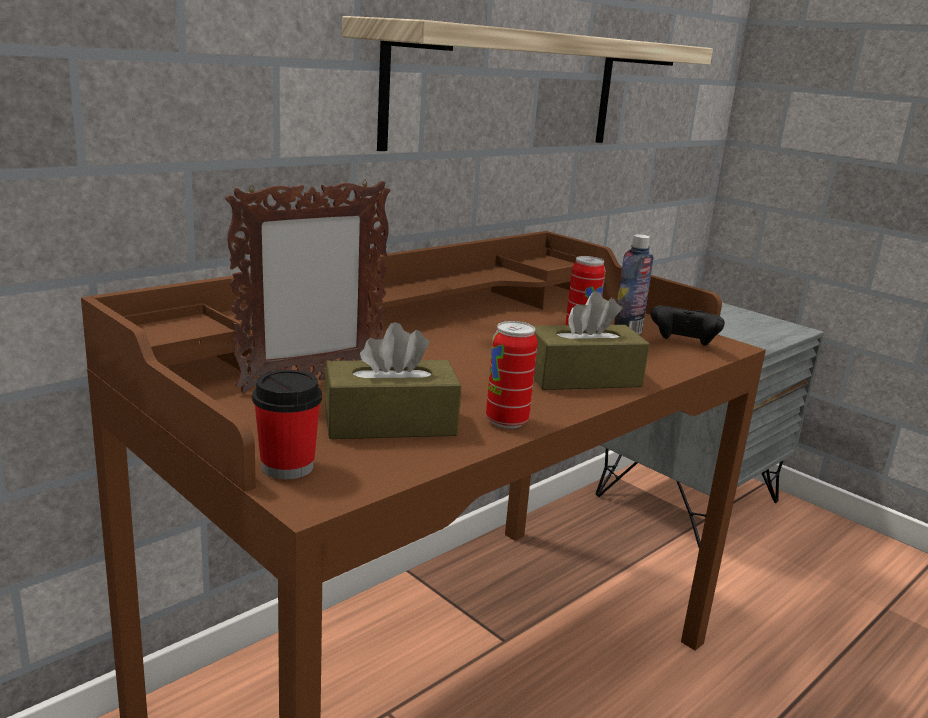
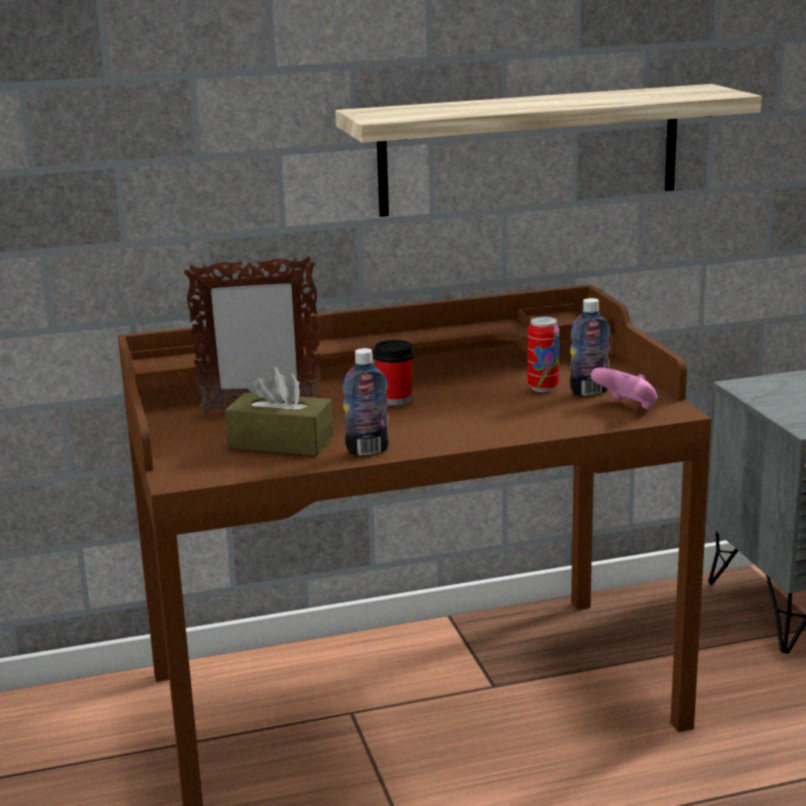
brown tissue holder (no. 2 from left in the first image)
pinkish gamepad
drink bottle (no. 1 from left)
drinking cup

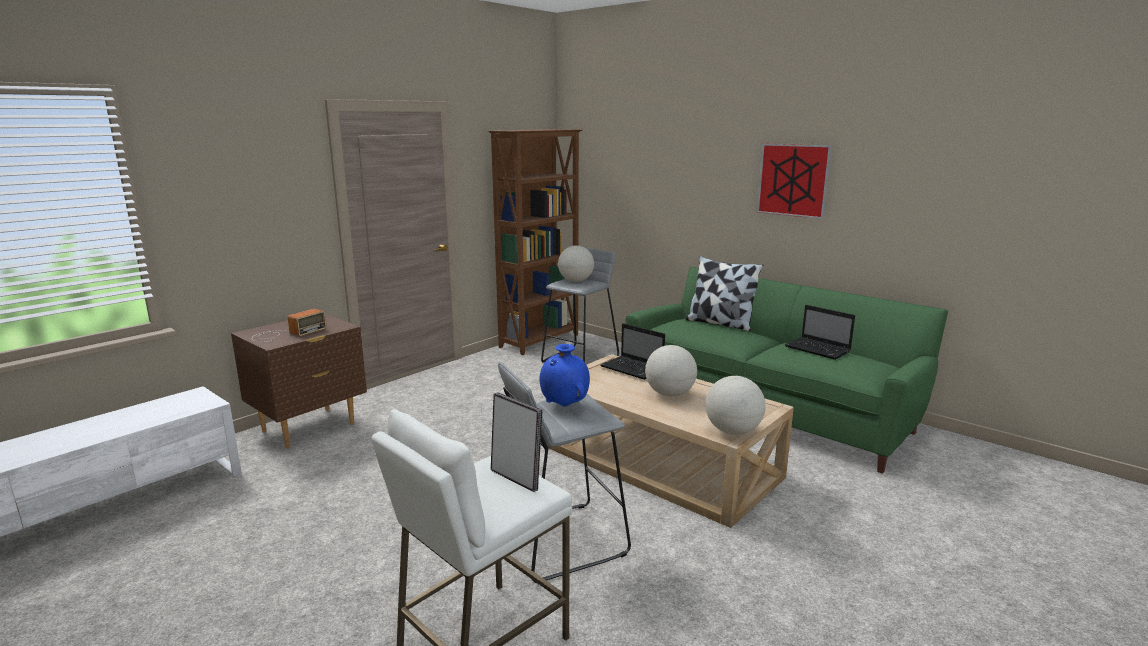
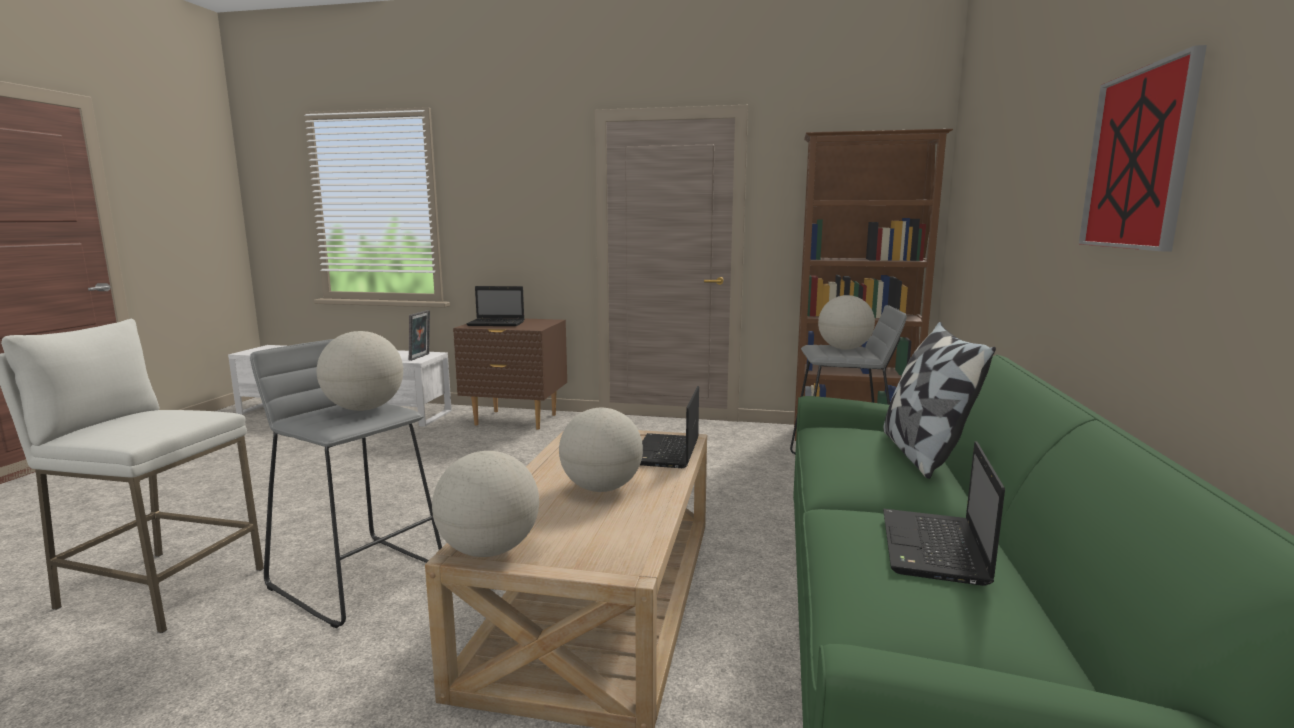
laptop (no. 1 from left)
desk globe (no. 1 from left)
photo frame

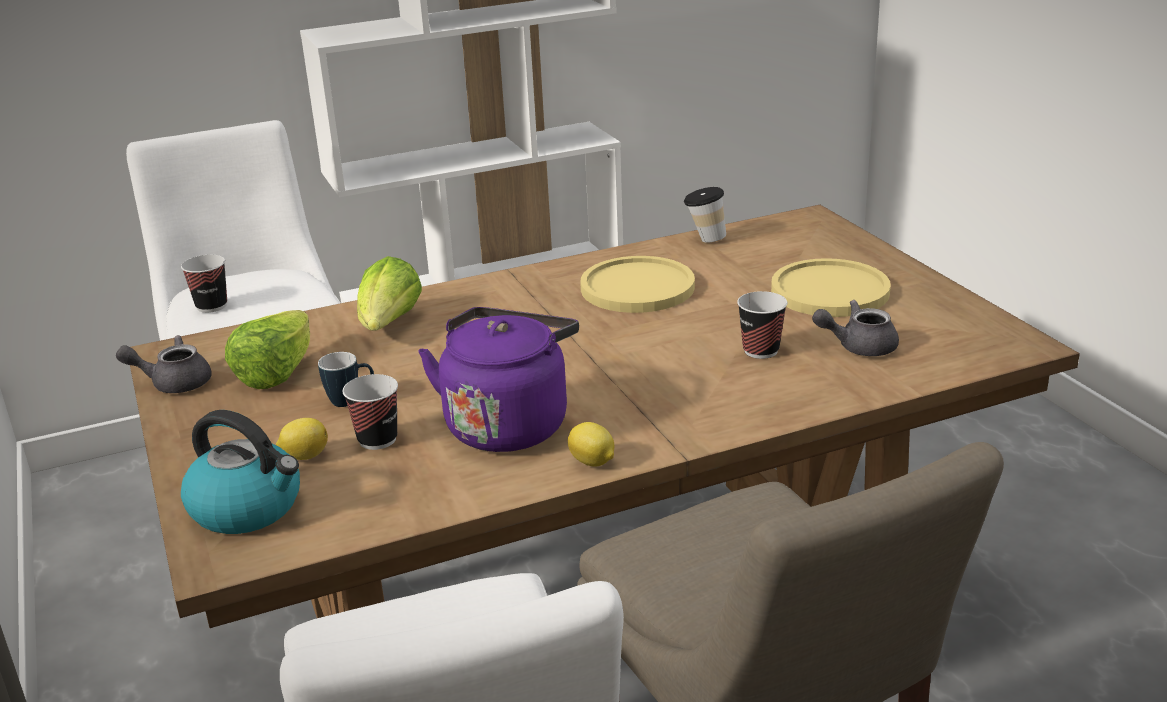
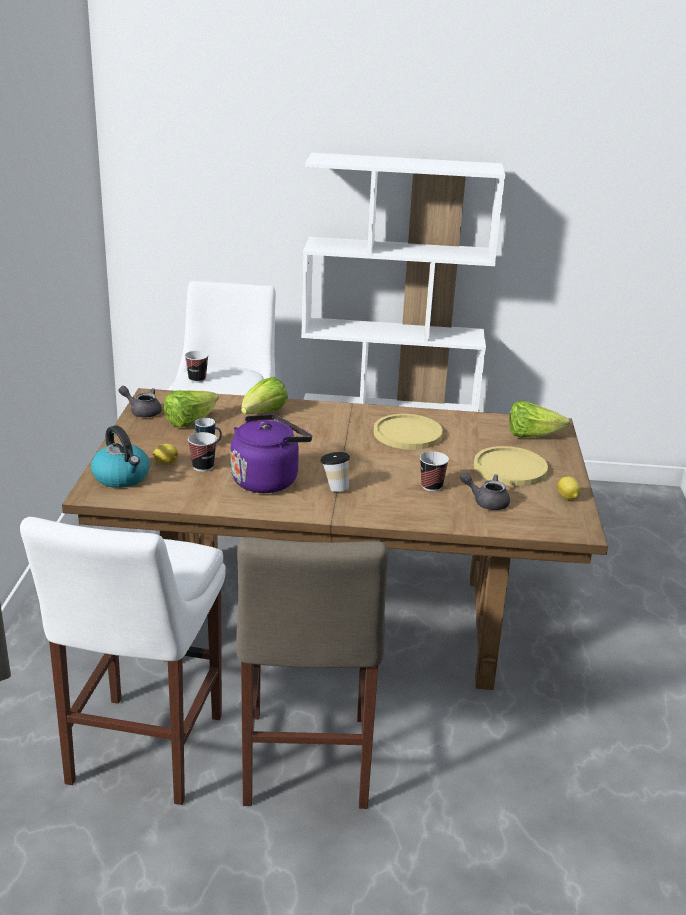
drinking cup (no. 3 from left)
lemon (no. 2 from left)
head of lettuce (no. 3 from left)

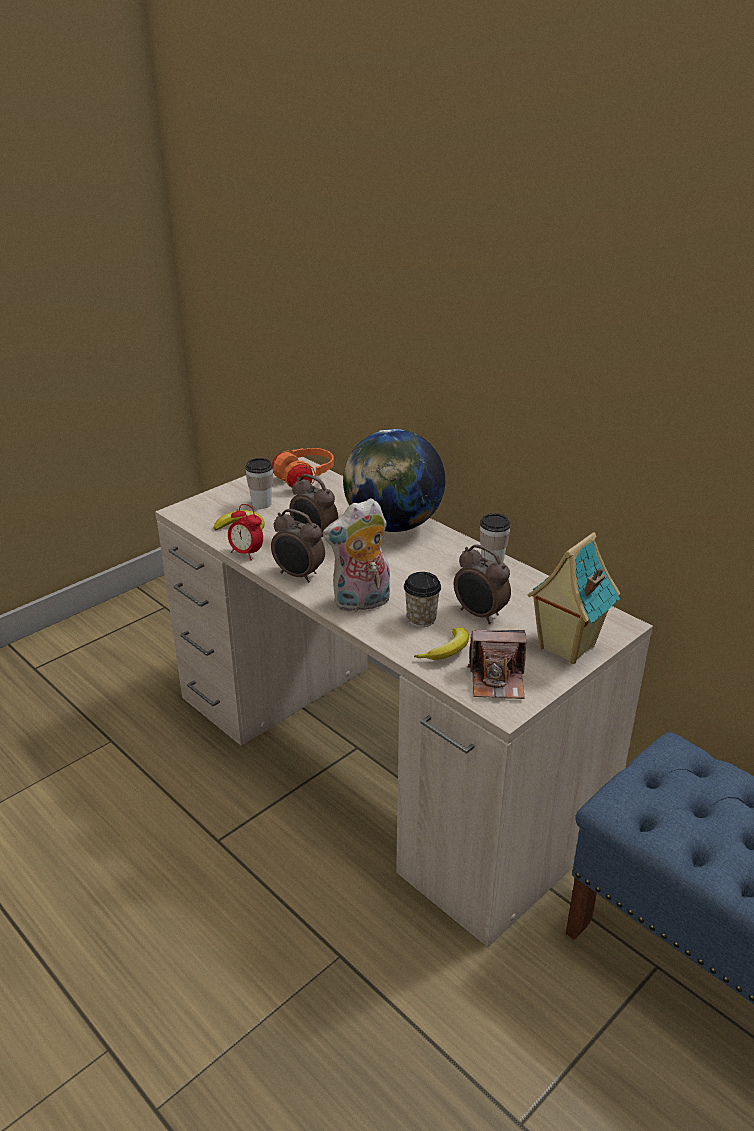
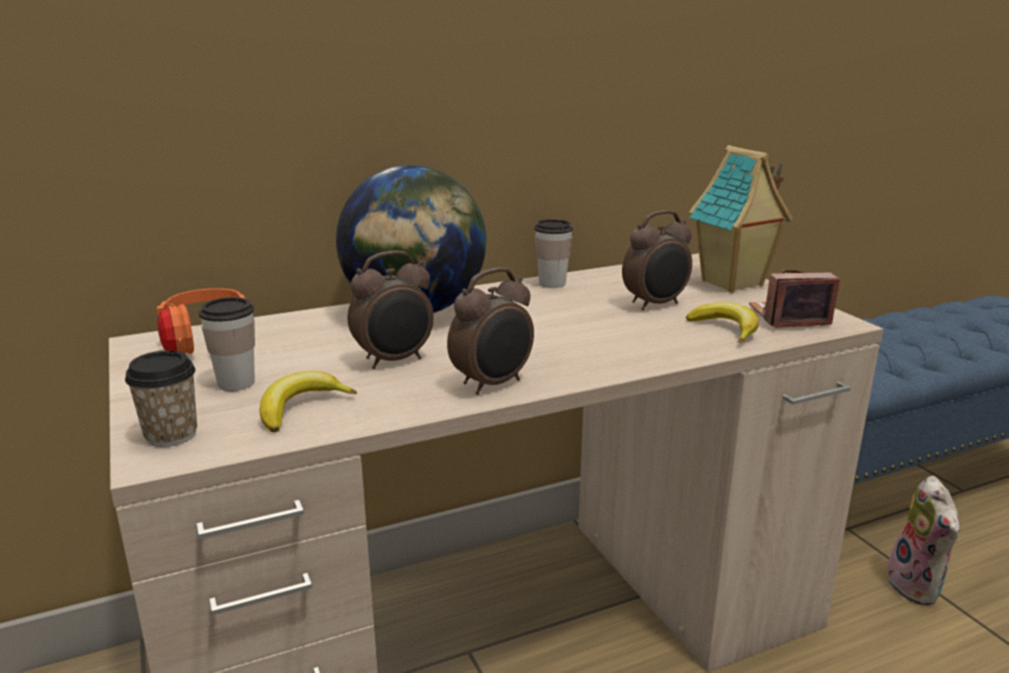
soft toy
table clock (no. 1 from left in the first image)
drinking cup (no. 1 from left)
photo camera

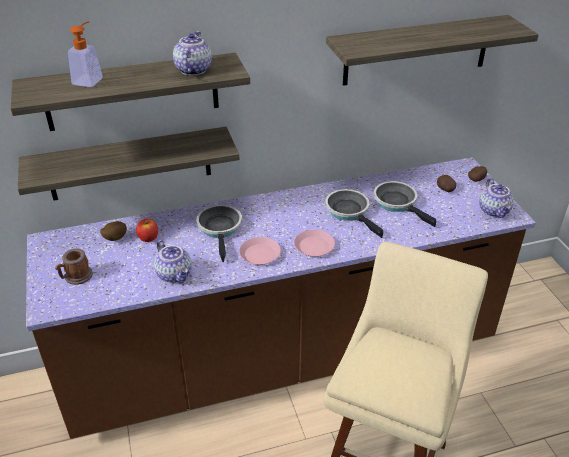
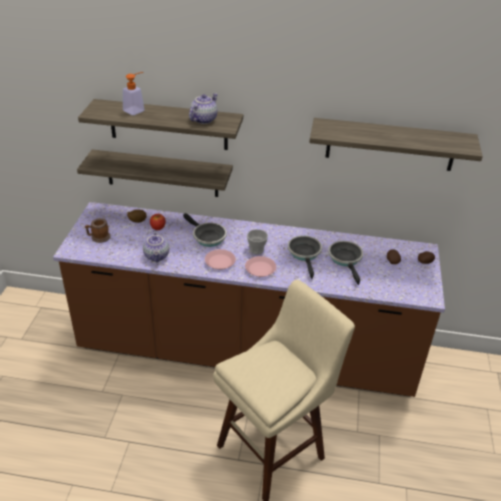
teapot (no. 3 from left in the first image)
frying pan (no. 1 from left)
drinking cup

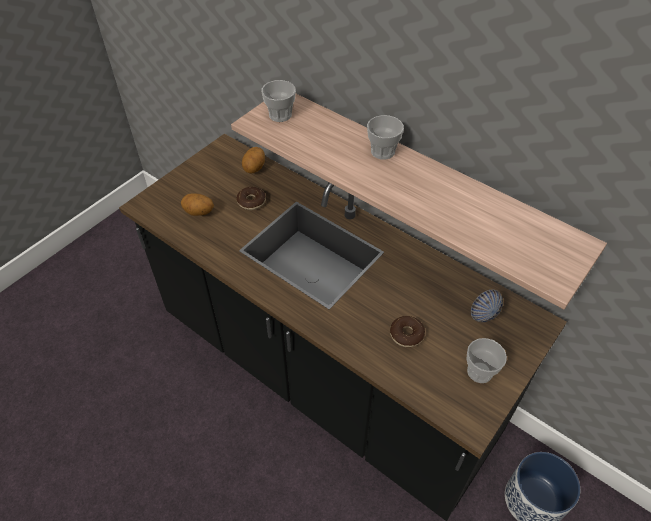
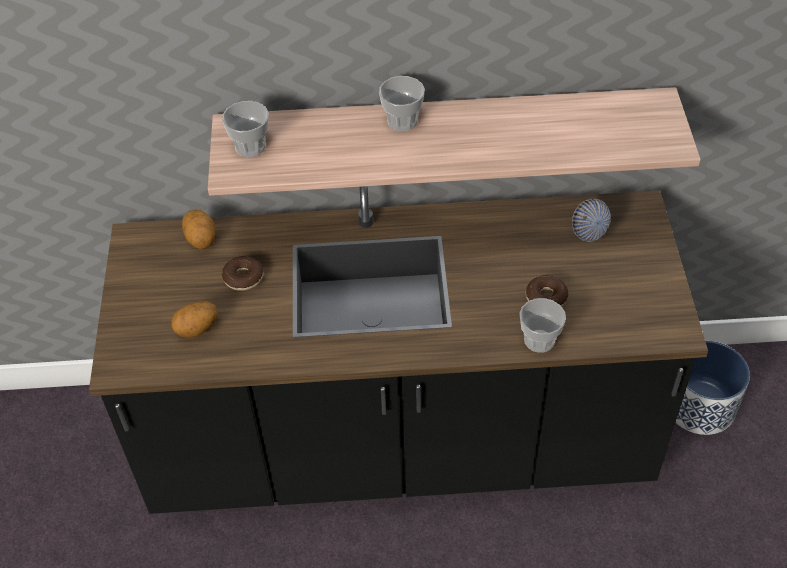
drinking cup (no. 3 from left)

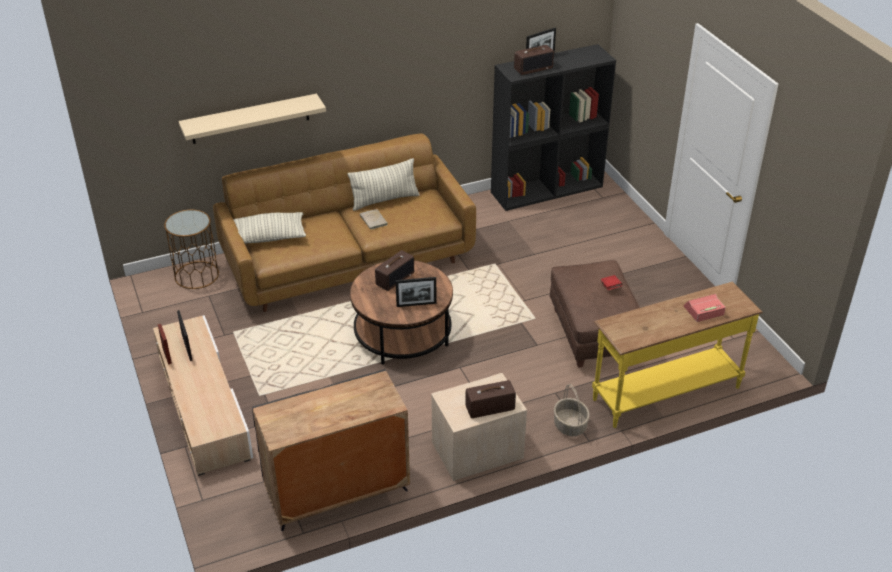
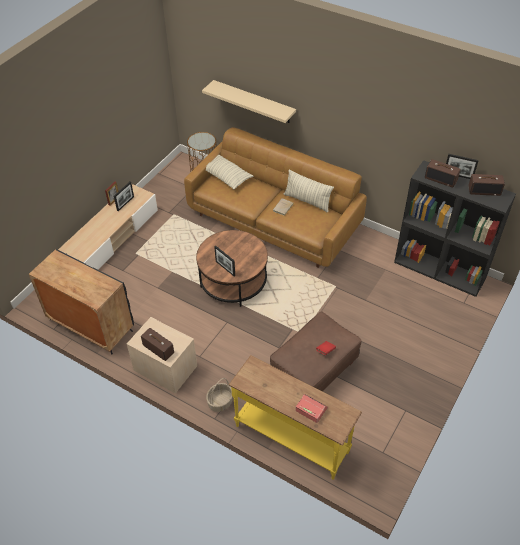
radio (no. 3 from left)

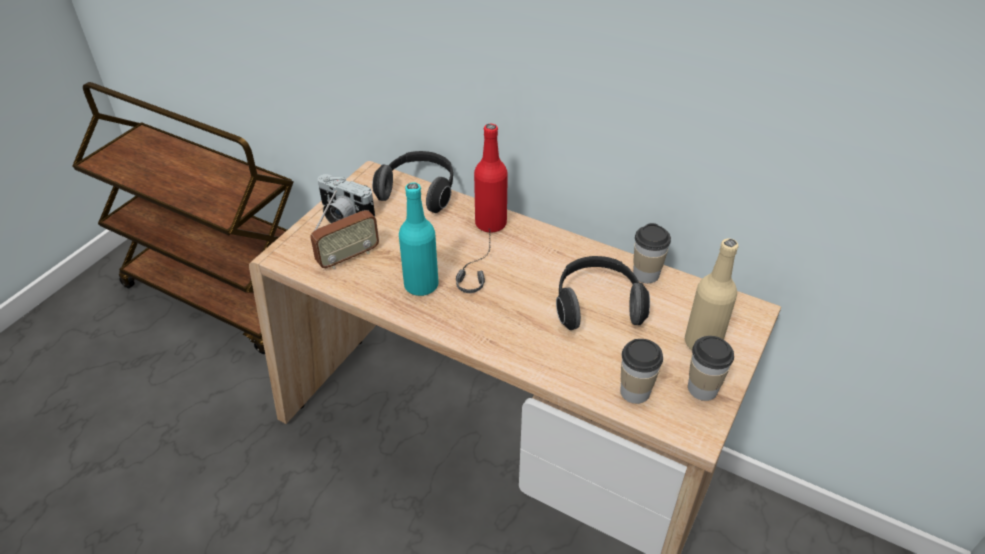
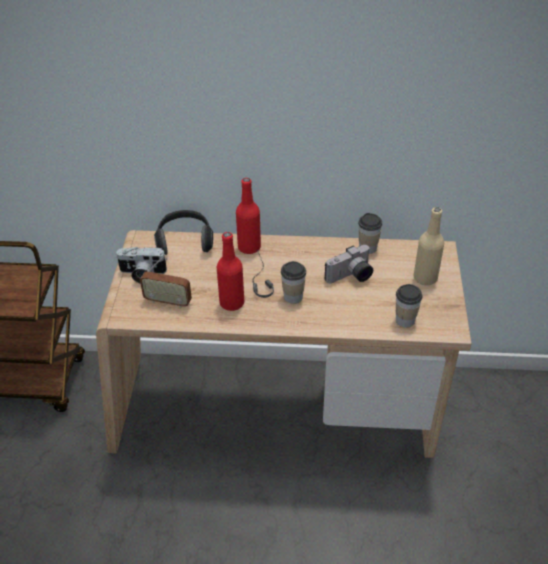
reddish drink bottle (no. 1 from left)
radio
photo camera (no. 2 from left)
drinking cup (no. 1 from left)

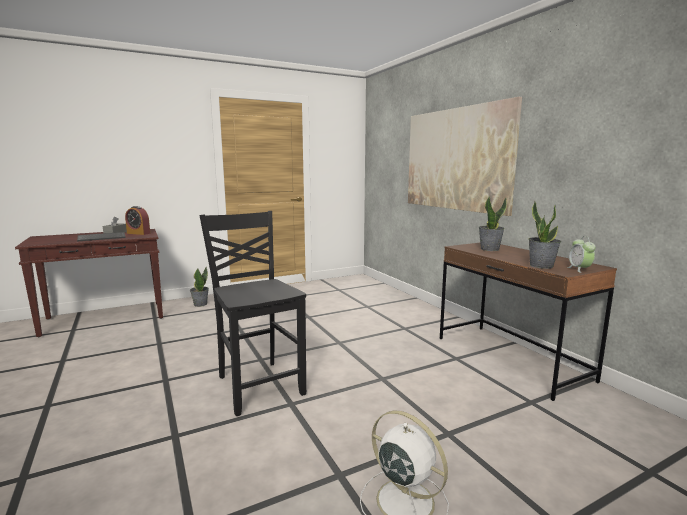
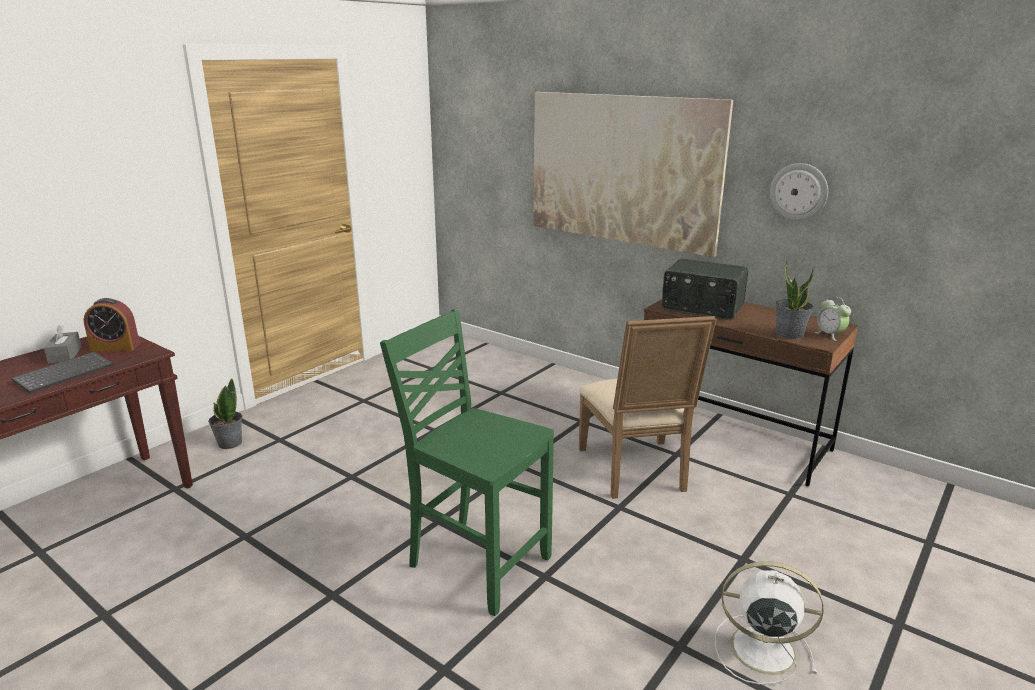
radio
green upright chair
hanging clock
beige upright chair

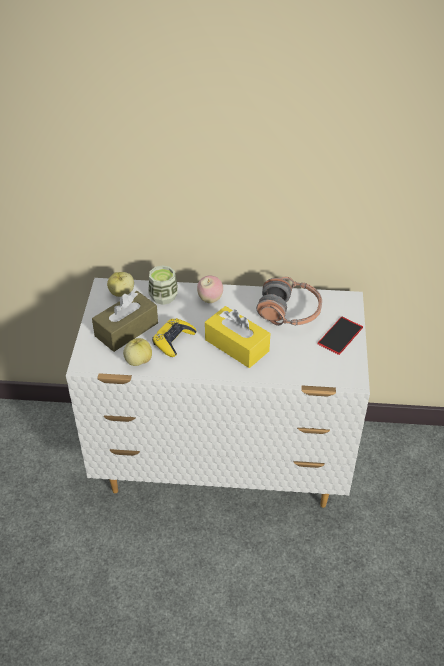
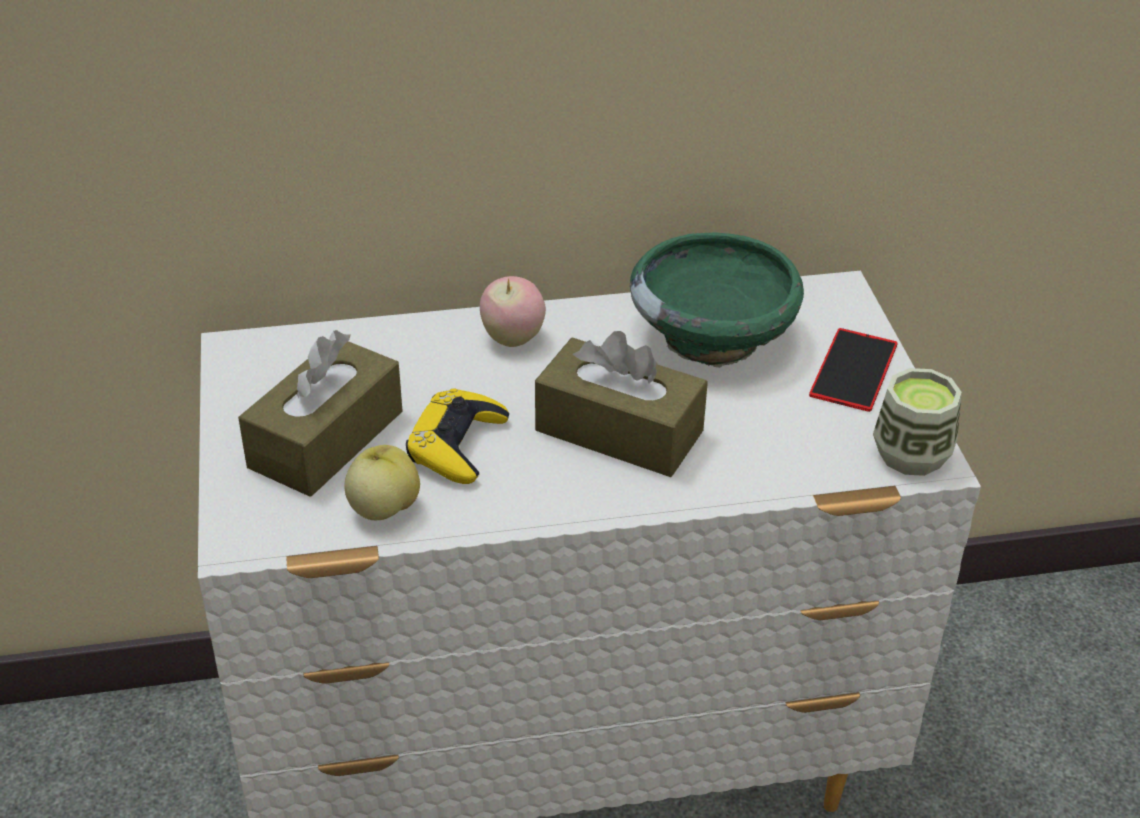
drinking cup
apple (no. 1 from left in the first image)
green serving bowl
brown tissue holder (no. 2 from left)

